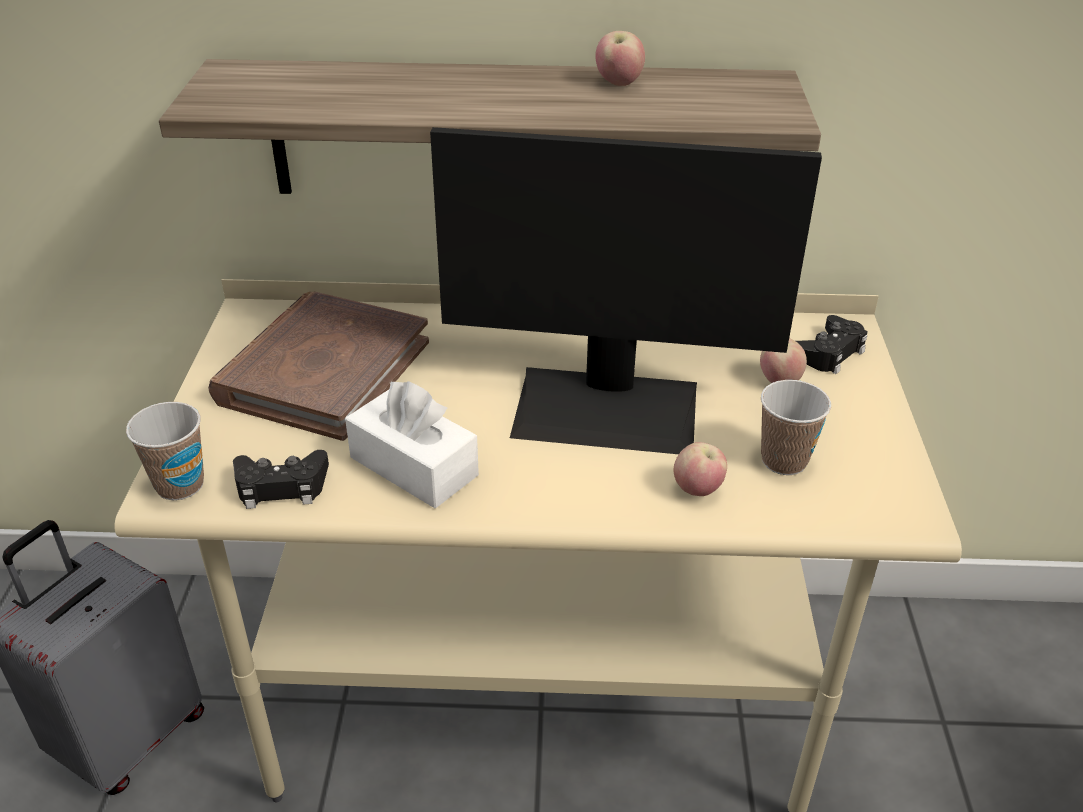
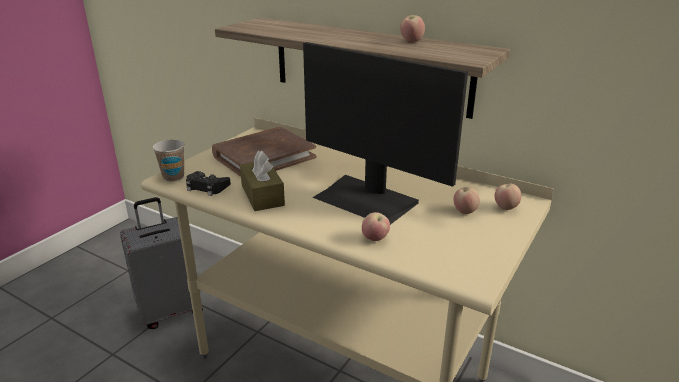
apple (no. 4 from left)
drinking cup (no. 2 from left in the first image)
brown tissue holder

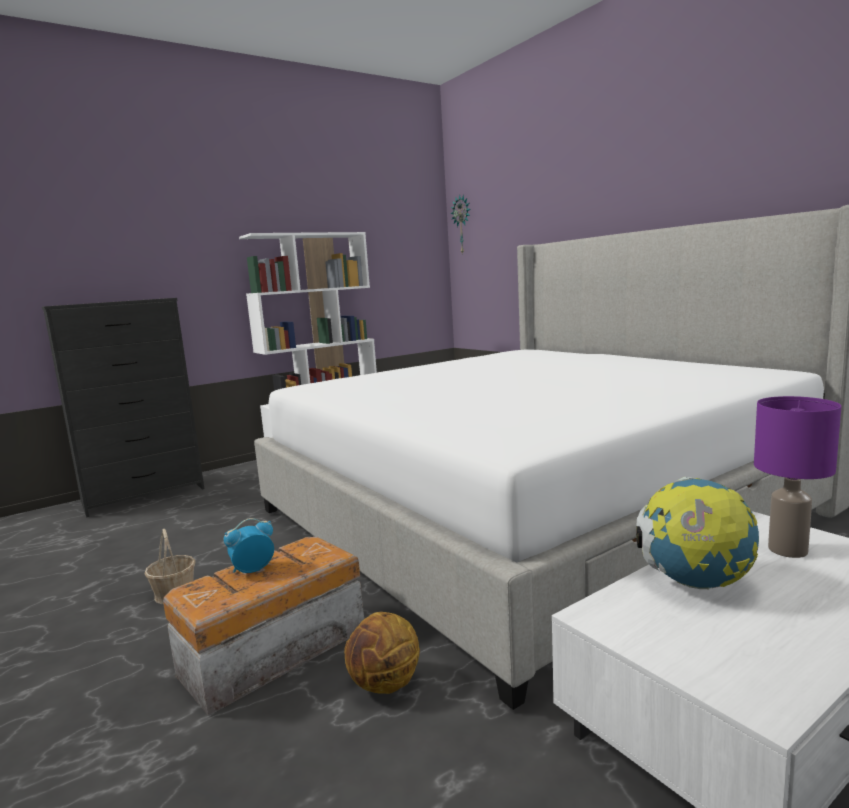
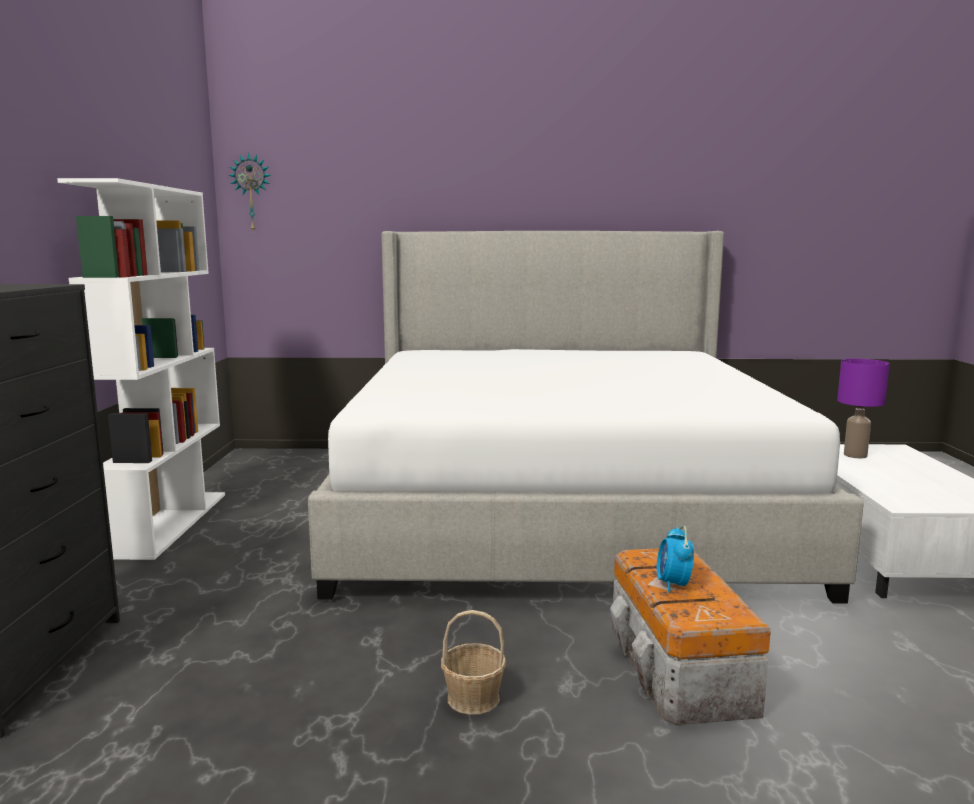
desk globe
basketball

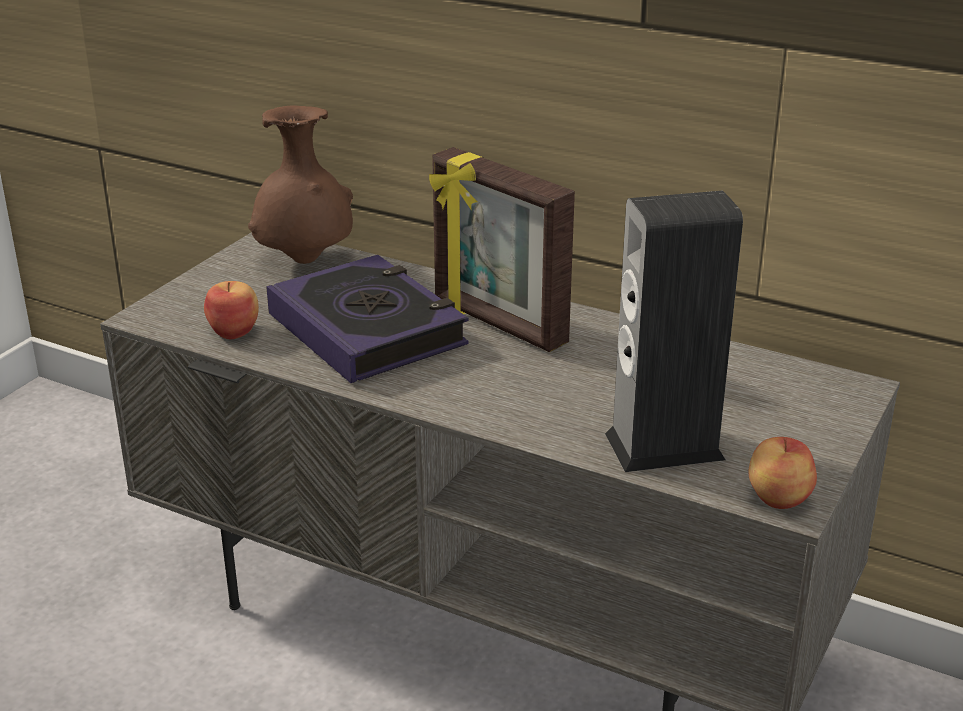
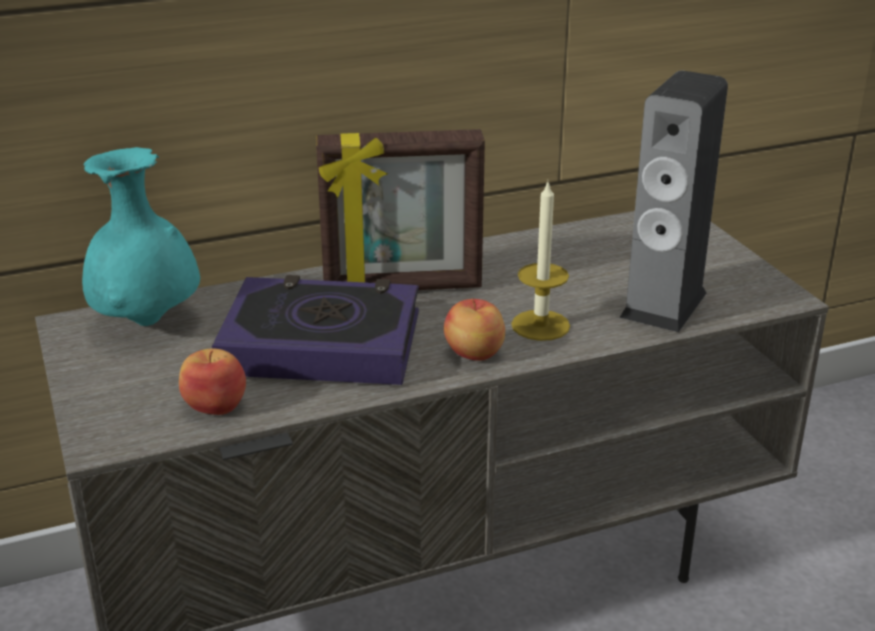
blue-green flower vase
apple (no. 2 from left)
wax light

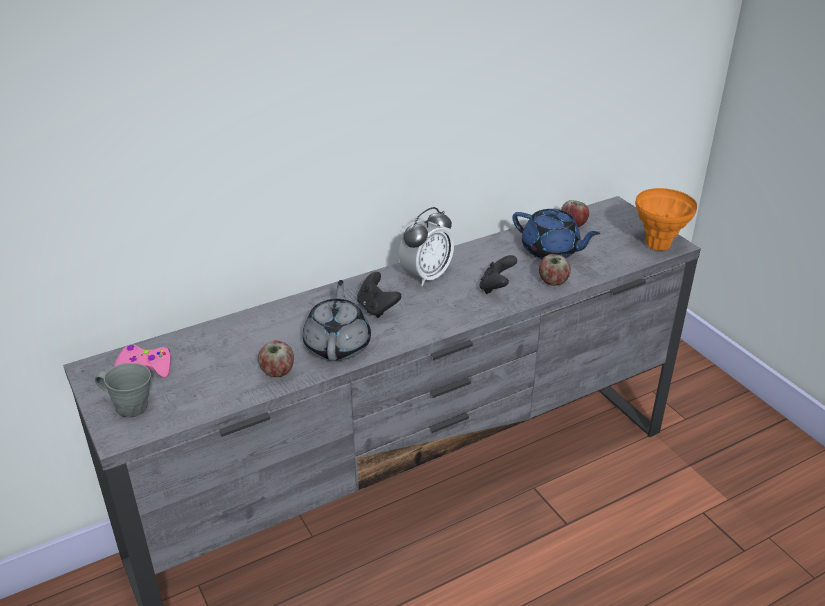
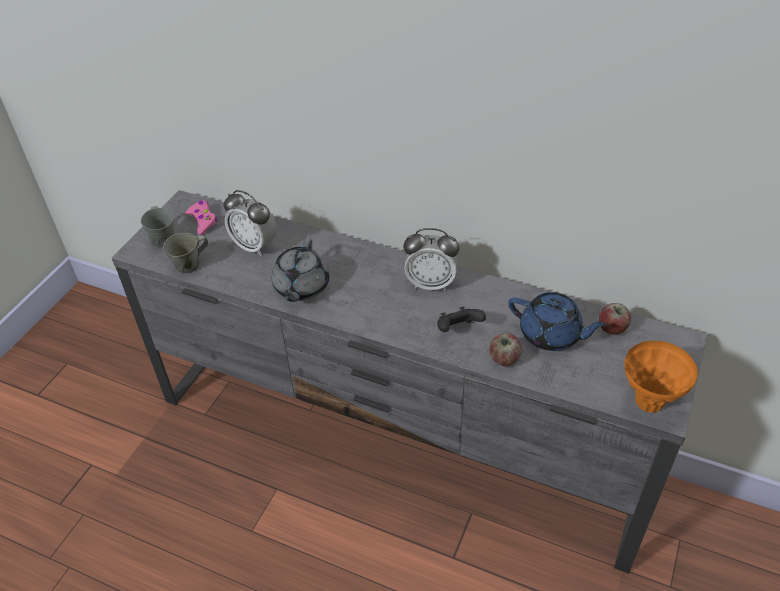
blue-coloured teapot
black-coloured gamepad (no. 1 from left in the first image)
gray teapot
apple (no. 1 from left in the first image)
table clock (no. 1 from left)
gray mug (no. 2 from left)

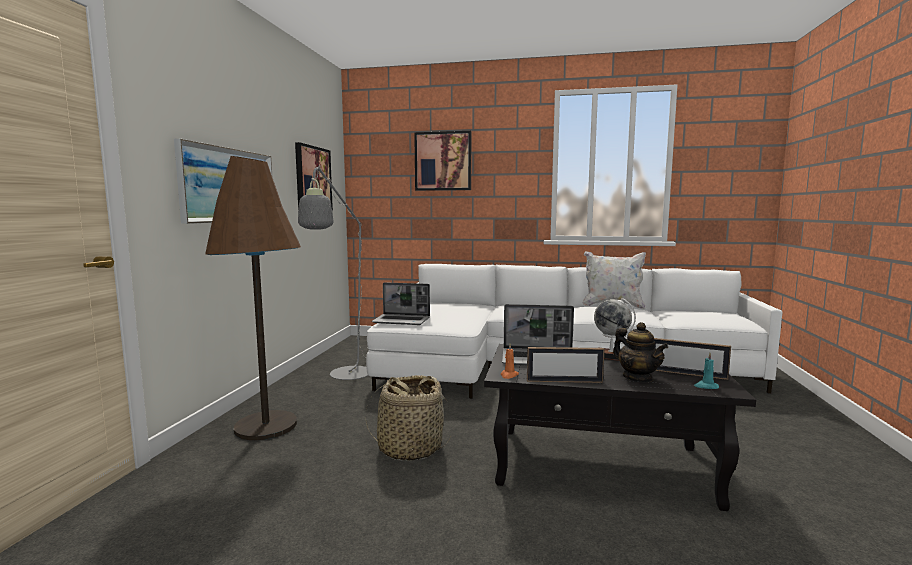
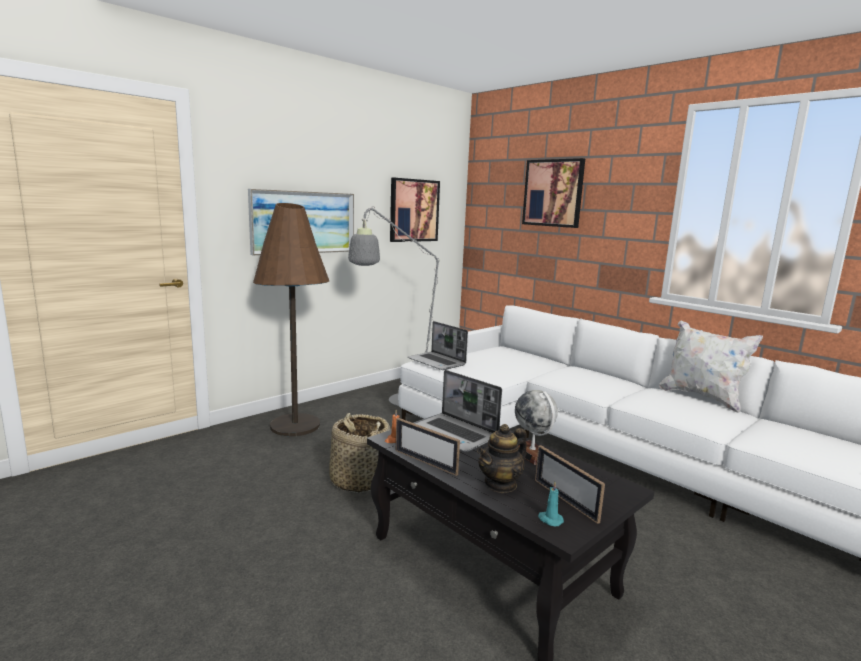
teapot

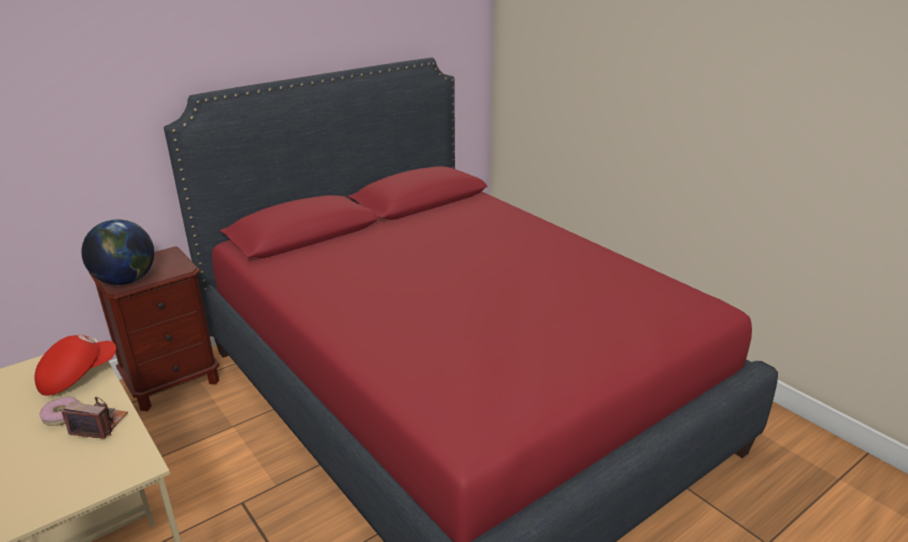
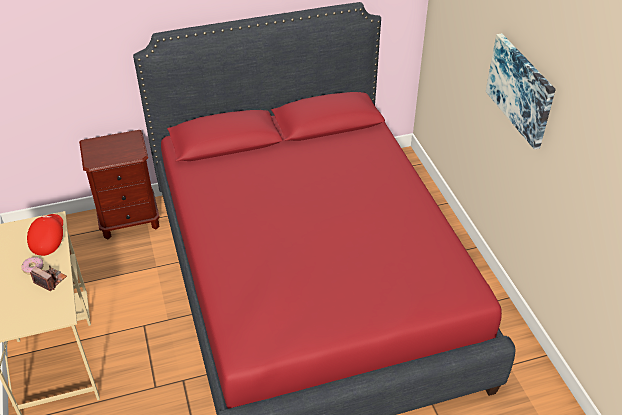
desk globe
reddish baseball cap
wall art

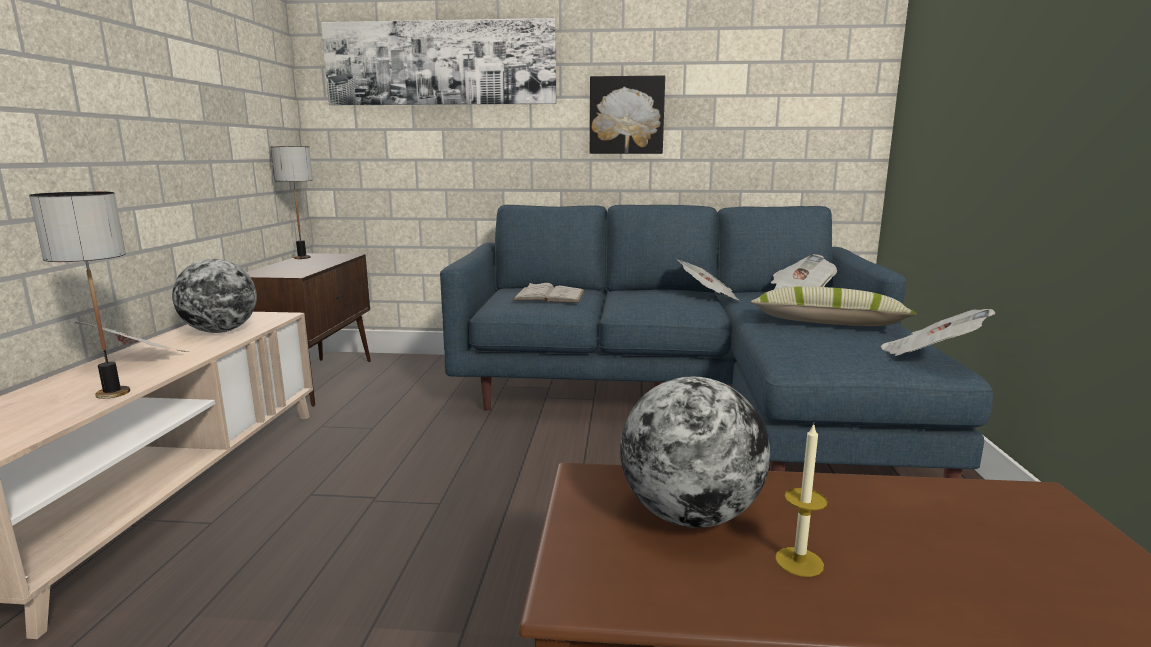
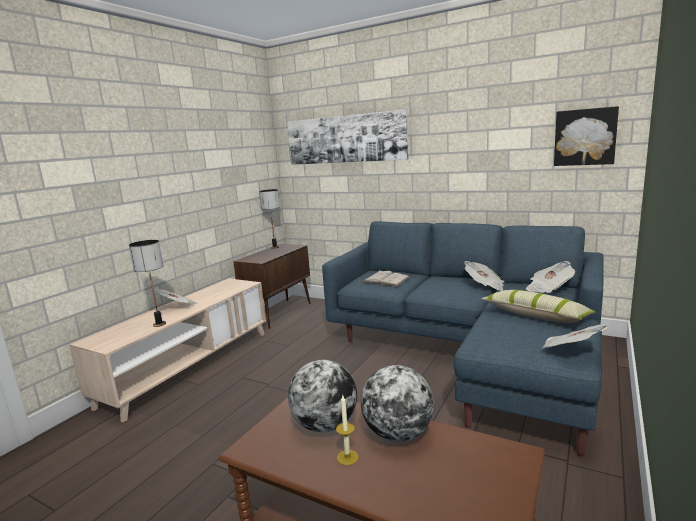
wall art (no. 2 from left)
desk globe (no. 2 from left)

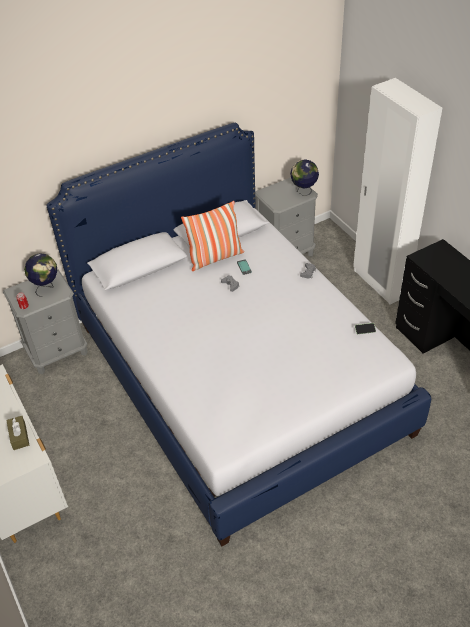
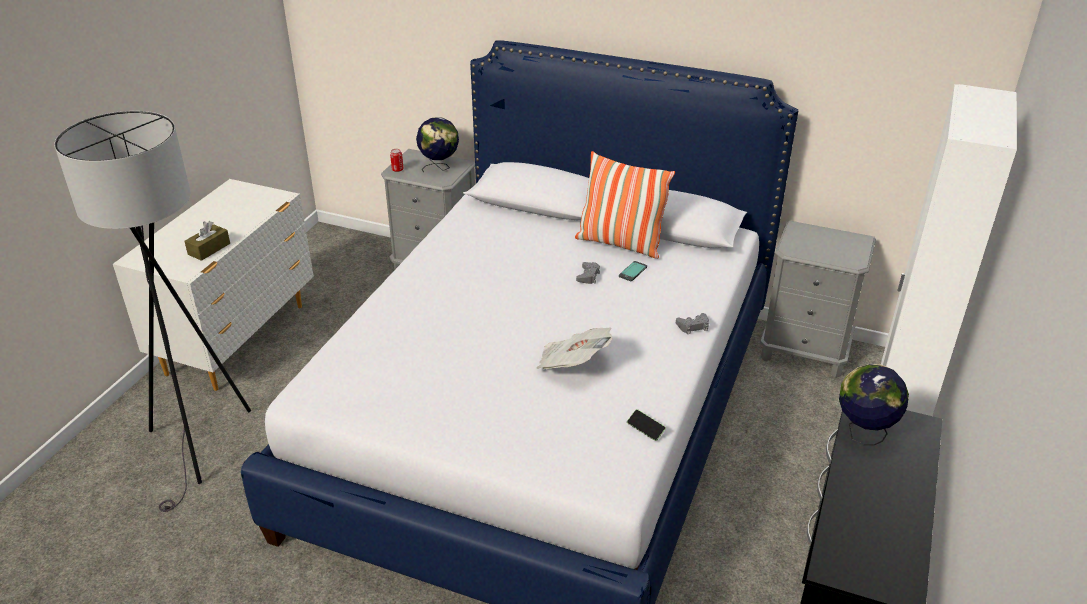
desk globe (no. 2 from left)
gray standard lamp
newspaper

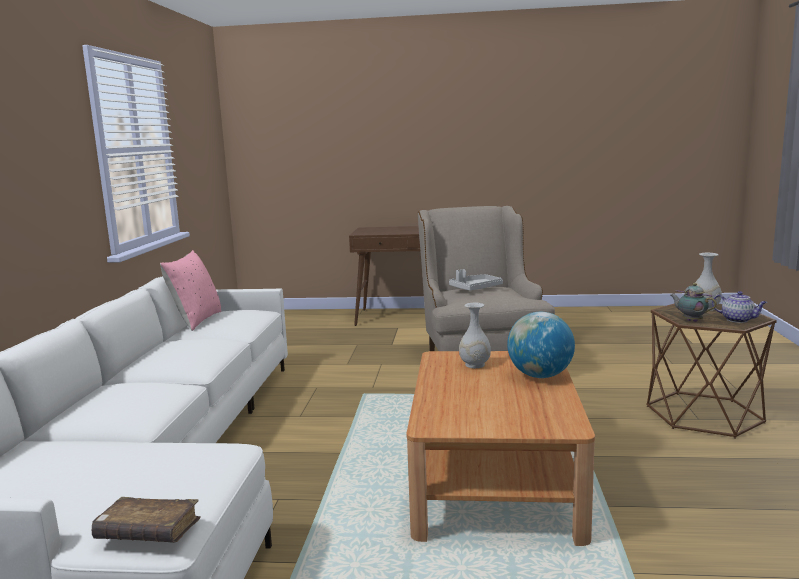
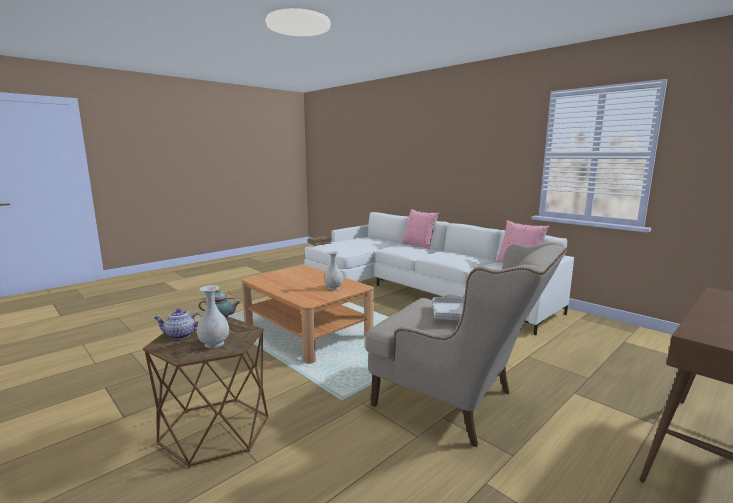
desk globe
pinkish throw pillow (no. 1 from left)

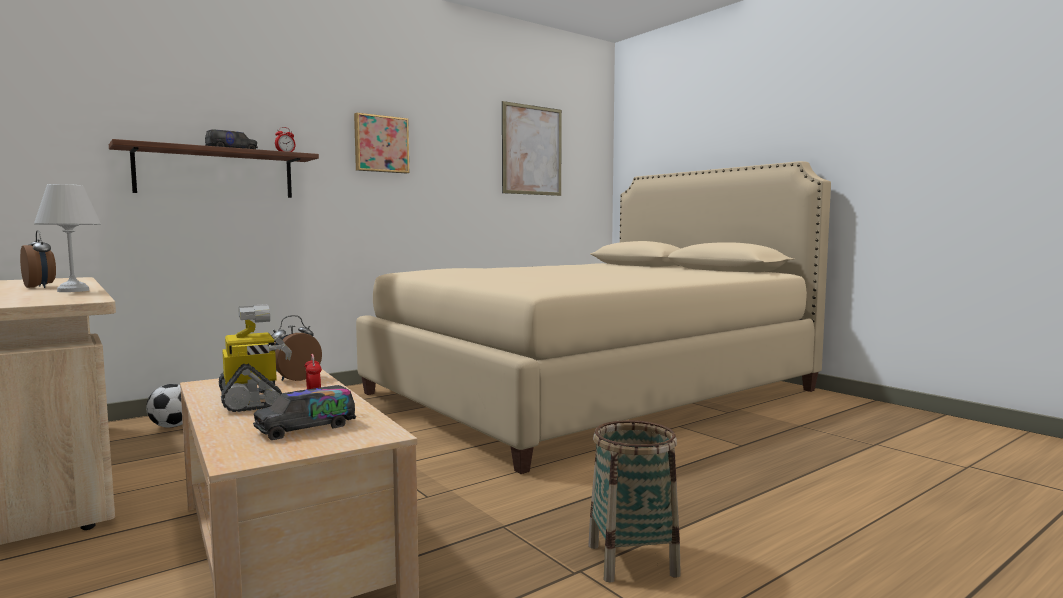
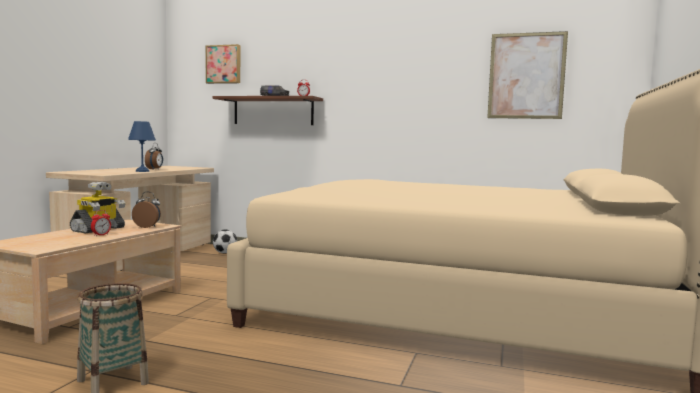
wall art (no. 1 from left)
blue-coloured tabletop lamp
model truck (no. 2 from left in the first image)

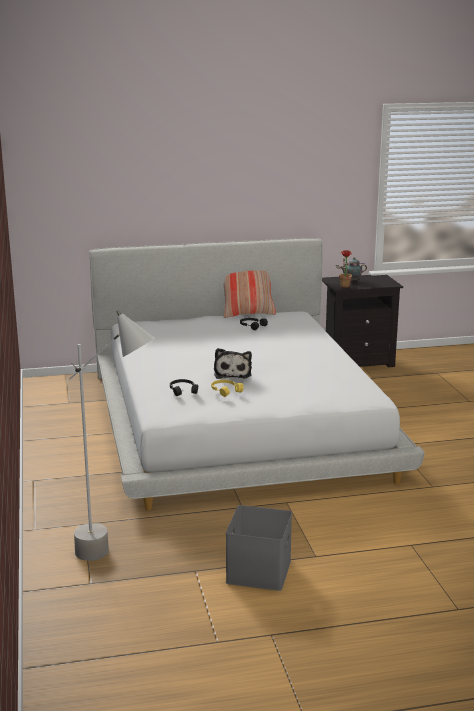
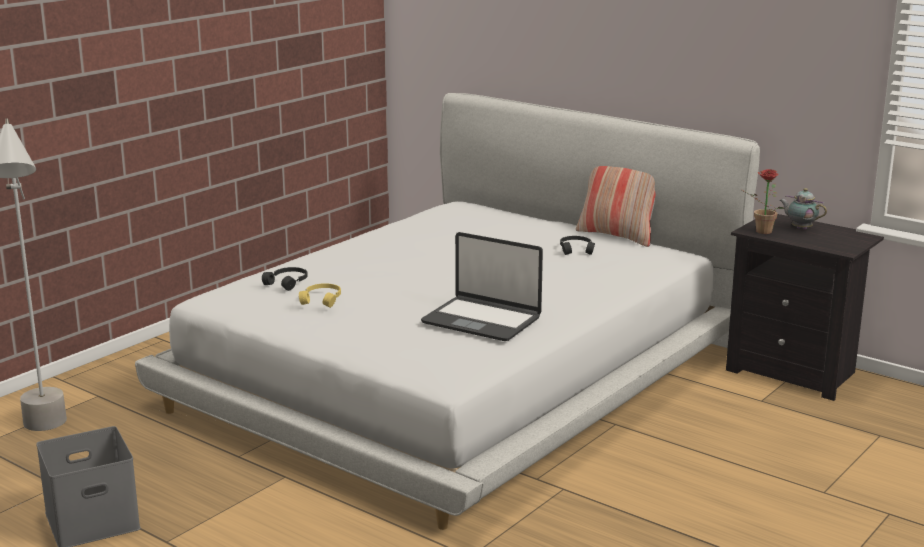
soft toy
laptop

